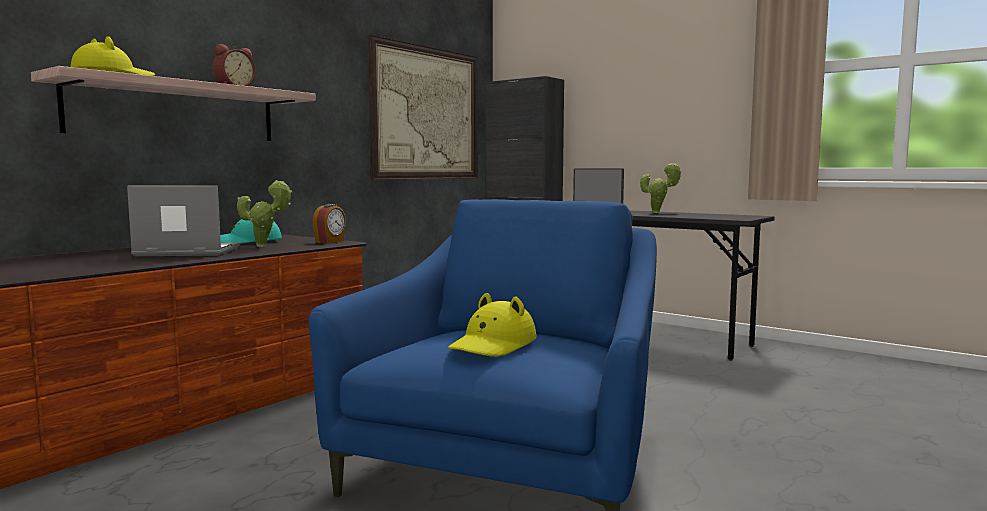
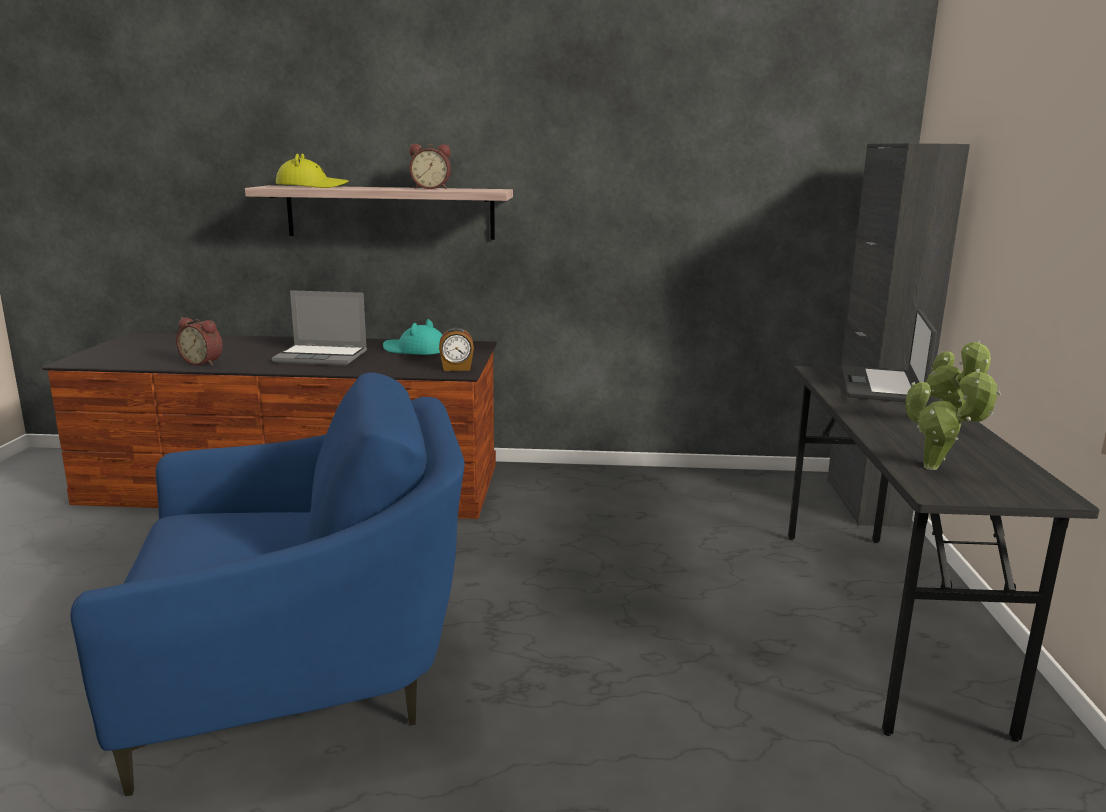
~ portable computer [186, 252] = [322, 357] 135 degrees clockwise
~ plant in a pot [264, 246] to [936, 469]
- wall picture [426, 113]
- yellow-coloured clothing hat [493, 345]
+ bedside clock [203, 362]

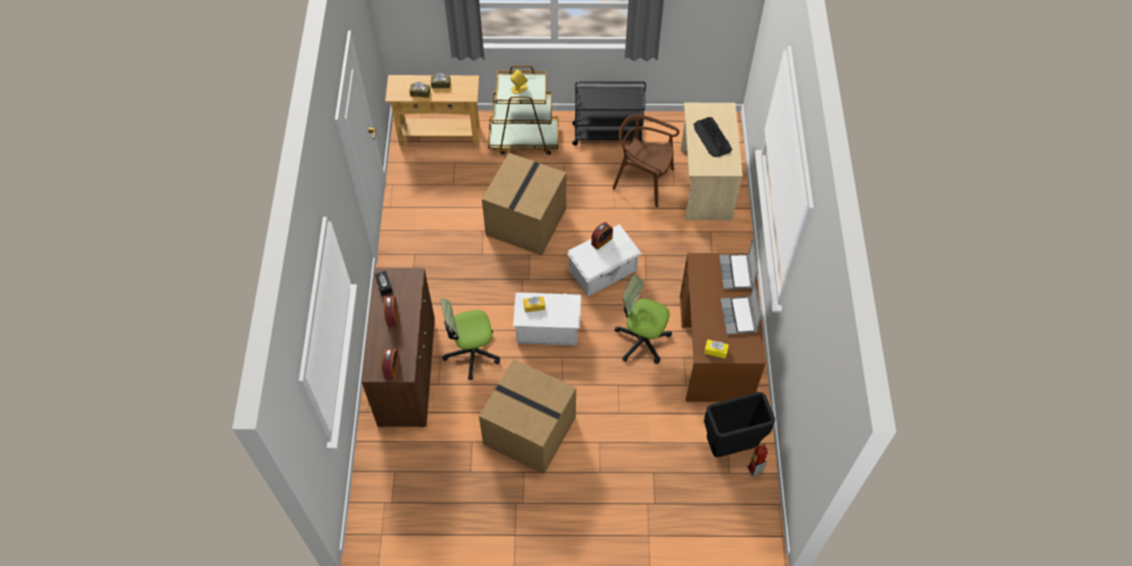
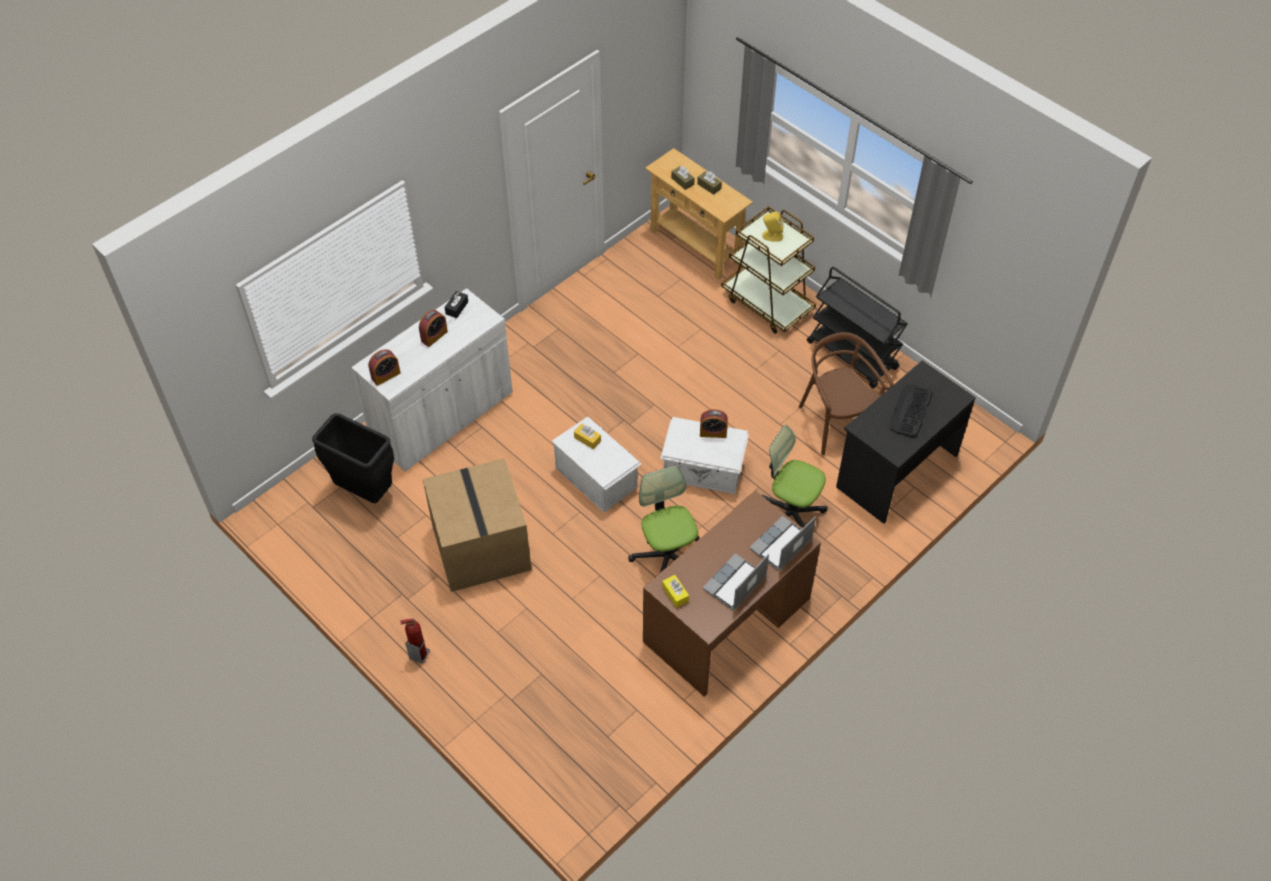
~ brown-coloured cupboard [407, 371] to white cupboard [442, 417]
~ desk chair [472, 352] to [790, 514]
- carton [525, 221]
~ sand-coloured desk [704, 184] to black desk [895, 470]
~ black rubbish bin [730, 446] to [364, 492]
~ extinguisher [754, 469] to [419, 654]

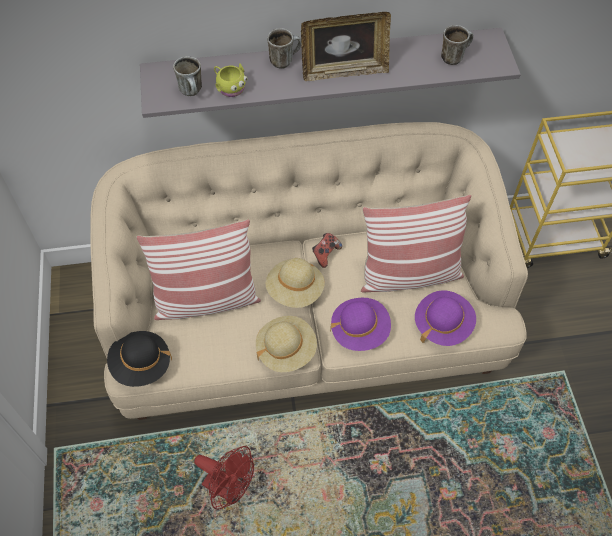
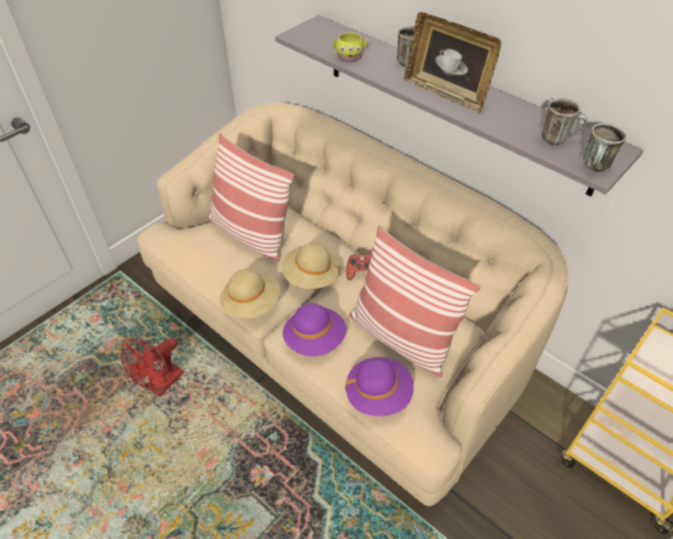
- black clothing hat [141, 365]
~ mug [193, 92] to [595, 168]
~ red fan [229, 488] = [161, 385] 45 degrees clockwise

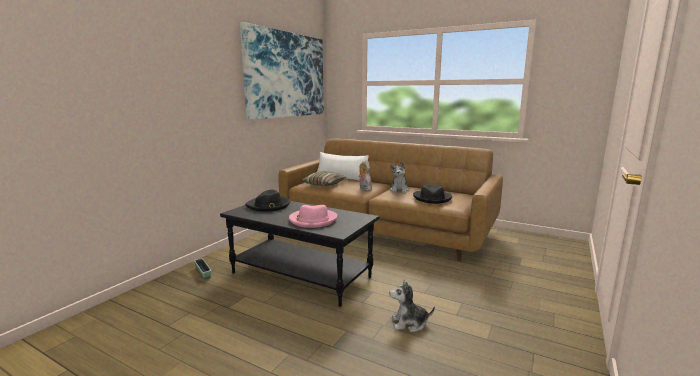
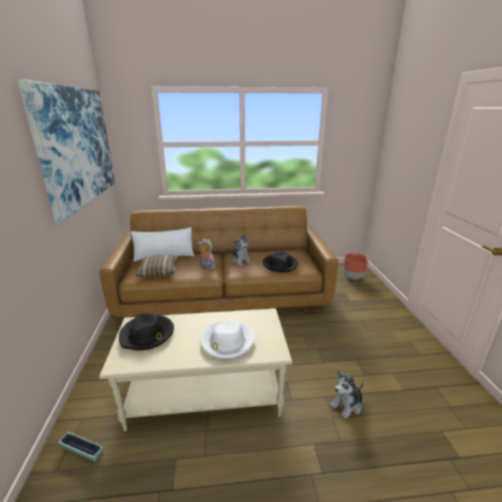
~ black coffee table [302, 275] to sand-coloured coffee table [205, 392]
~ pink clothing hat [312, 220] to white clothing hat [227, 341]
+ brown-coloured planter [353, 277]

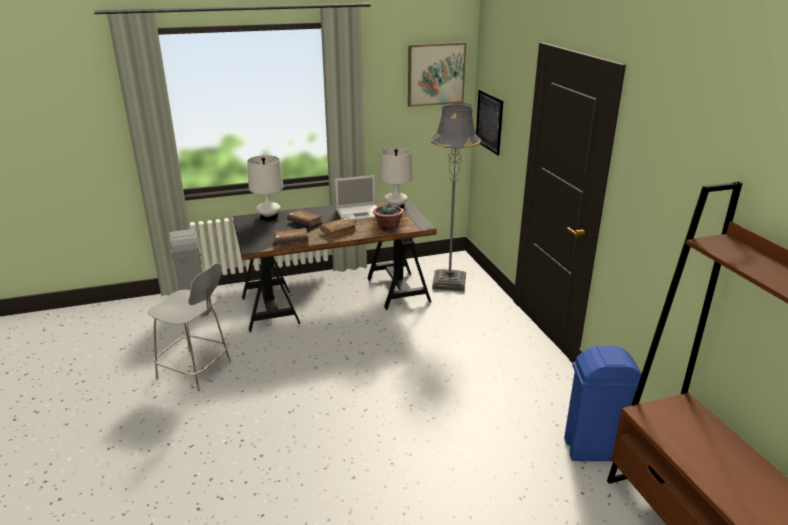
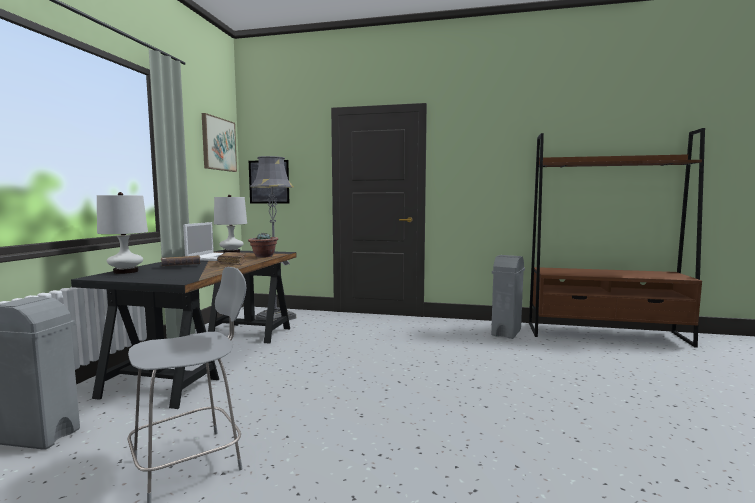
- brown-coloured bound book [291, 241]
~ bluish rubbish bin [594, 450] to gray rubbish bin [506, 332]

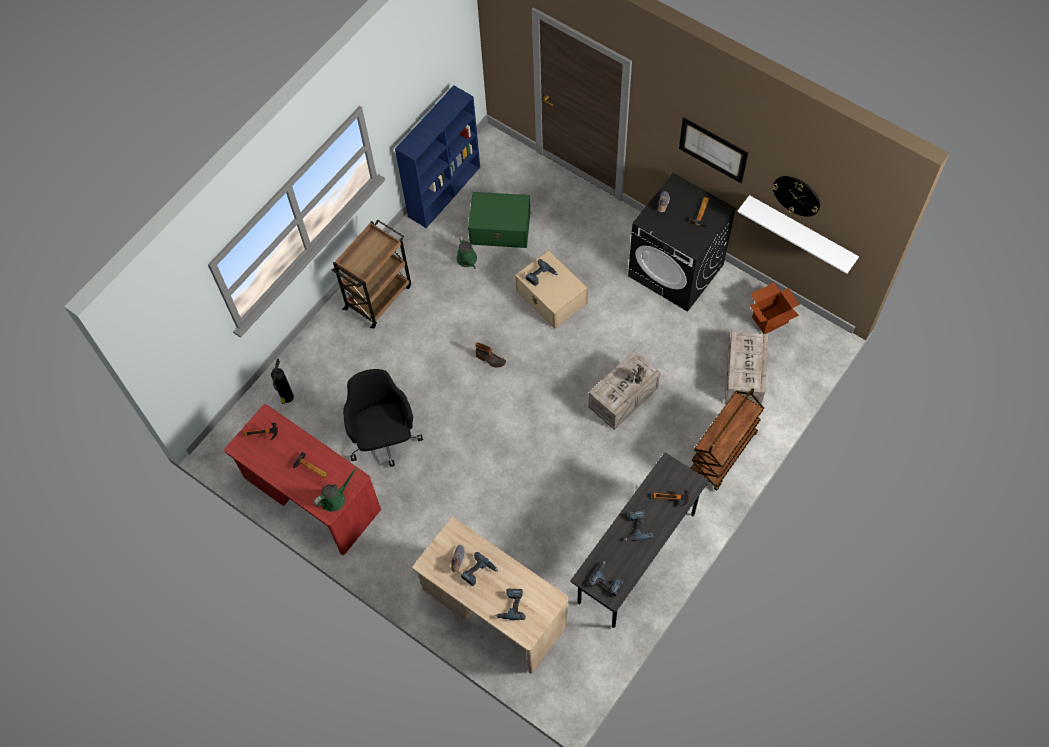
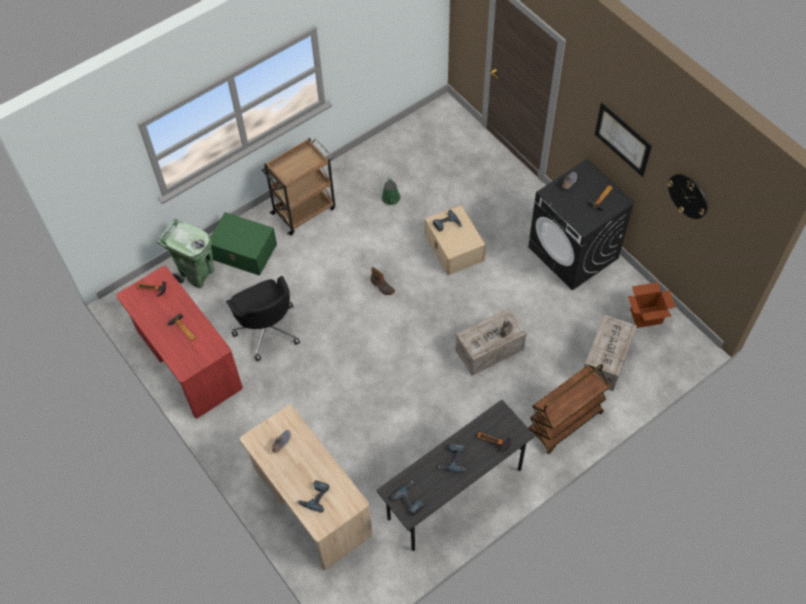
~ extinguisher [287, 398] to green rubbish bin [197, 274]
- green watering can [335, 498]
~ black desk chair [384, 438] = [267, 329] 150 degrees clockwise
- bluish shelving unit [444, 191]
- power drill [479, 572]
~ green storage bin [501, 228] to [244, 252]
- white bracket shelf [801, 232]

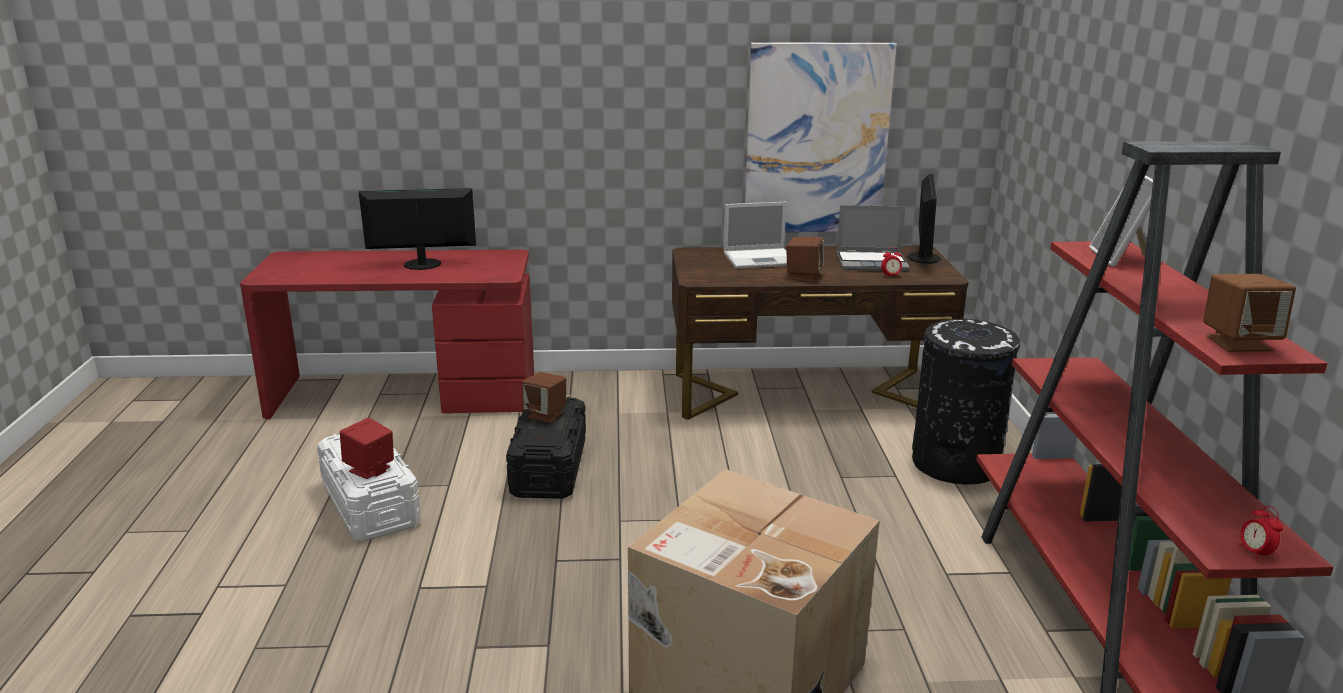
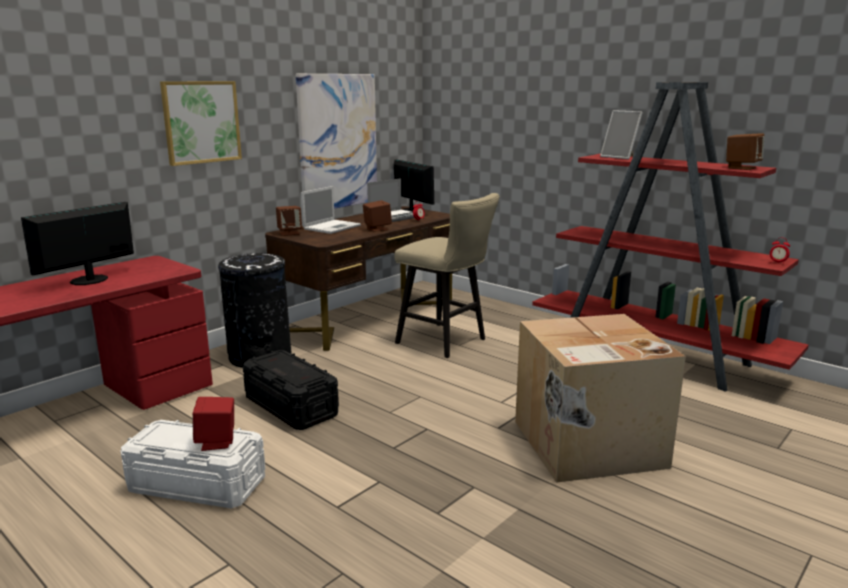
~ brown-coloured speaker [545, 415] to [289, 233]
~ black rubbish bin [955, 463] to [259, 356]
+ wall picture [201, 122]
+ sand-coloured stool [446, 342]

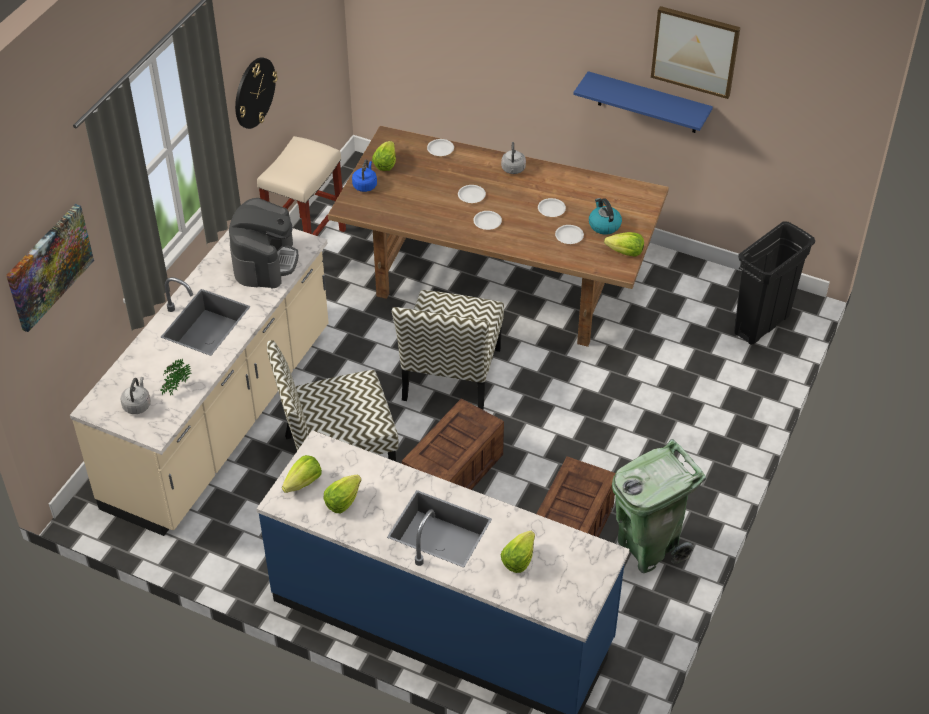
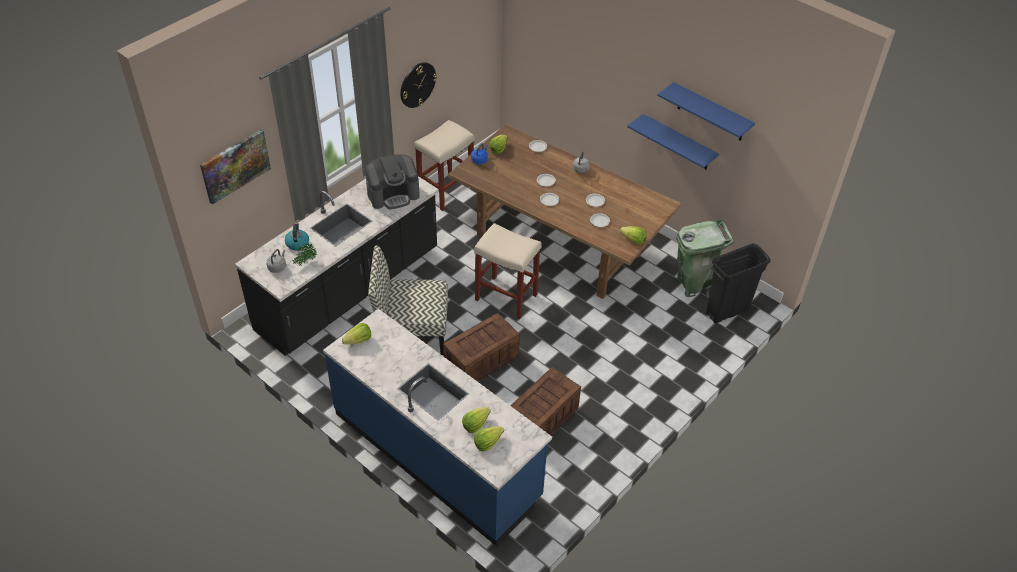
~ sand-coloured kitchen base unit [222, 418] to black kitchen base unit [349, 290]
~ coffee machine [265, 261] = [393, 194] 45 degrees clockwise
~ lettuce head [342, 501] to [487, 443]
~ upright chair [451, 375] to sand-coloured stool [505, 297]
~ tea kettle [604, 225] to [297, 243]
~ green rubbish bin [648, 547] to [694, 284]
~ wall picture [695, 51] to bluish bracket shelf [711, 113]

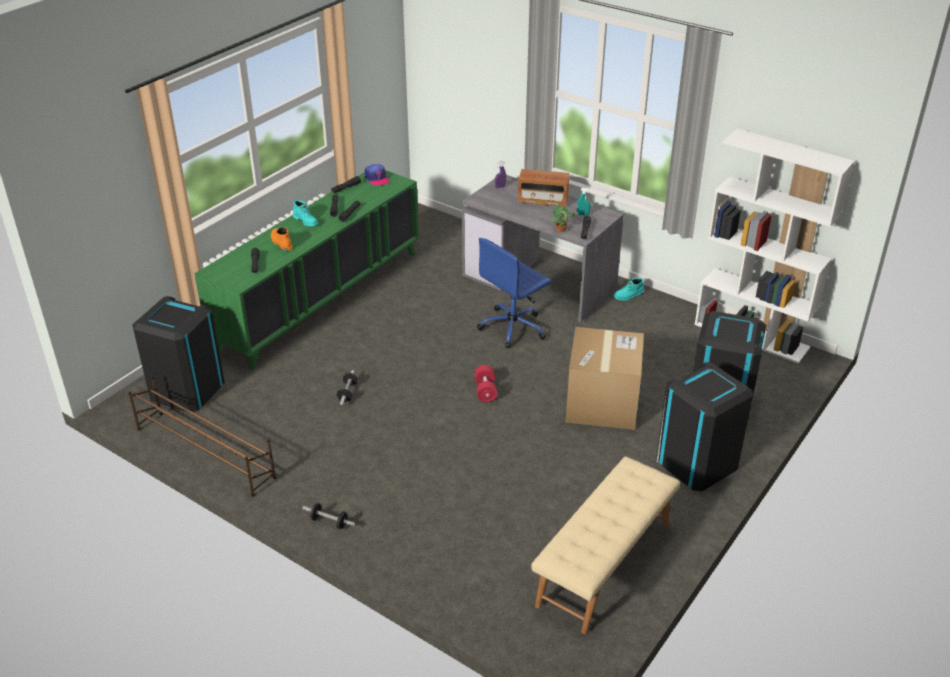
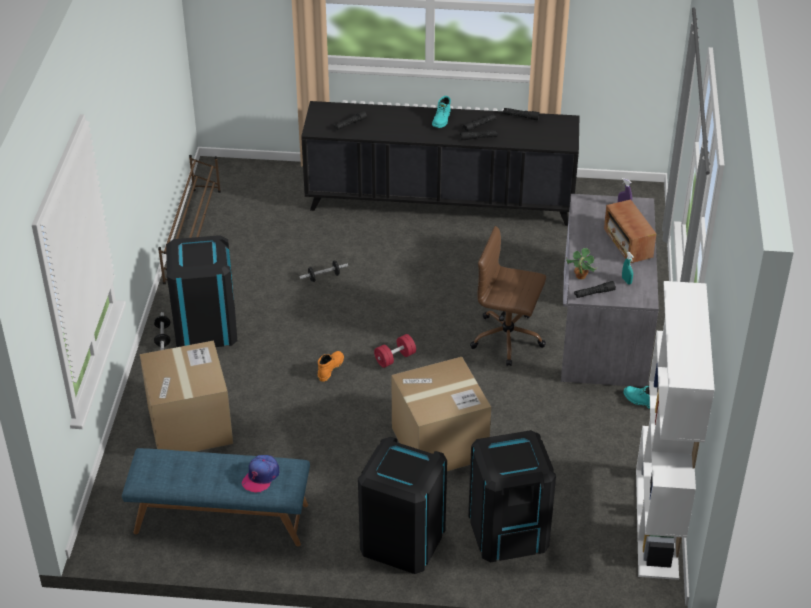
~ black rubbish bin [187, 389] to [205, 327]
~ green cupboard [320, 300] to black cupboard [440, 202]
~ orange tall boot [281, 243] to [330, 368]
~ baseball cap [377, 178] to [261, 476]
~ bluish desk chair [513, 327] to brown-coloured desk chair [508, 339]
~ sand-coloured long seat [605, 564] to bluish long seat [221, 519]
+ carton [190, 425]

